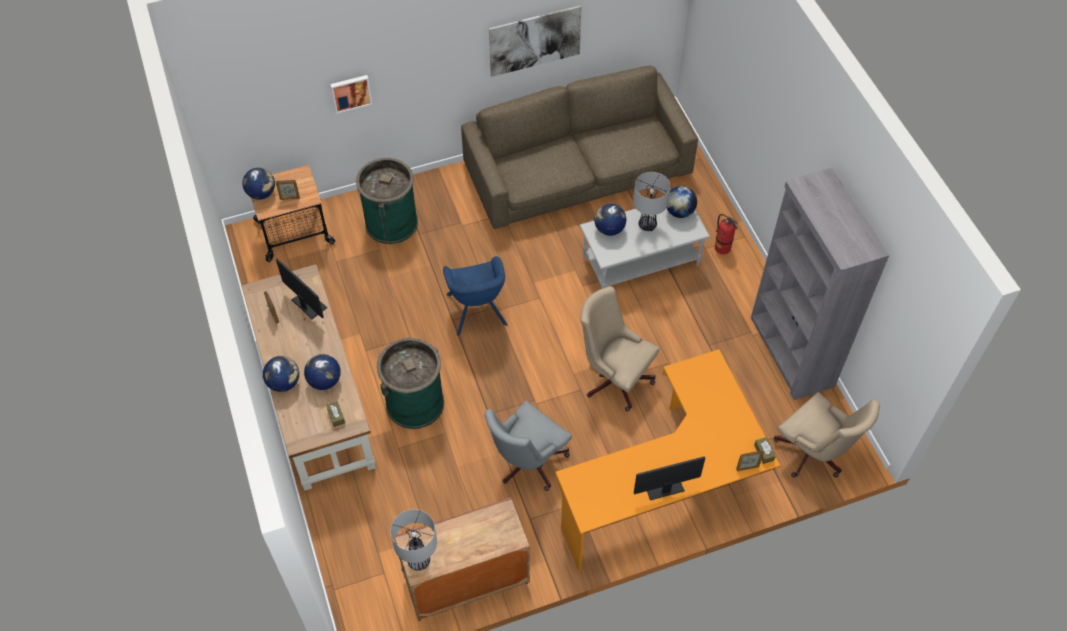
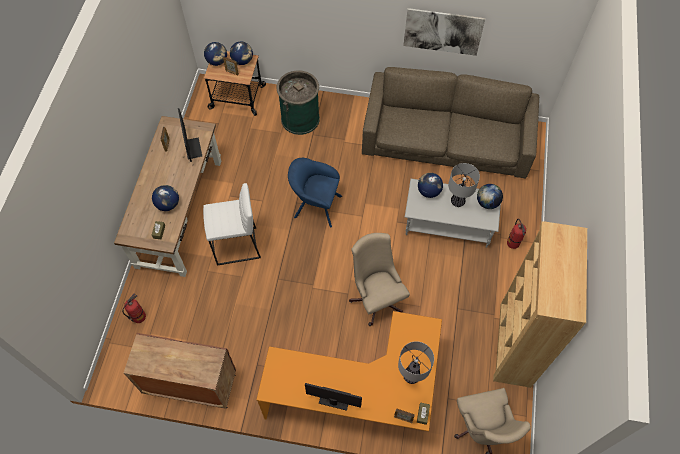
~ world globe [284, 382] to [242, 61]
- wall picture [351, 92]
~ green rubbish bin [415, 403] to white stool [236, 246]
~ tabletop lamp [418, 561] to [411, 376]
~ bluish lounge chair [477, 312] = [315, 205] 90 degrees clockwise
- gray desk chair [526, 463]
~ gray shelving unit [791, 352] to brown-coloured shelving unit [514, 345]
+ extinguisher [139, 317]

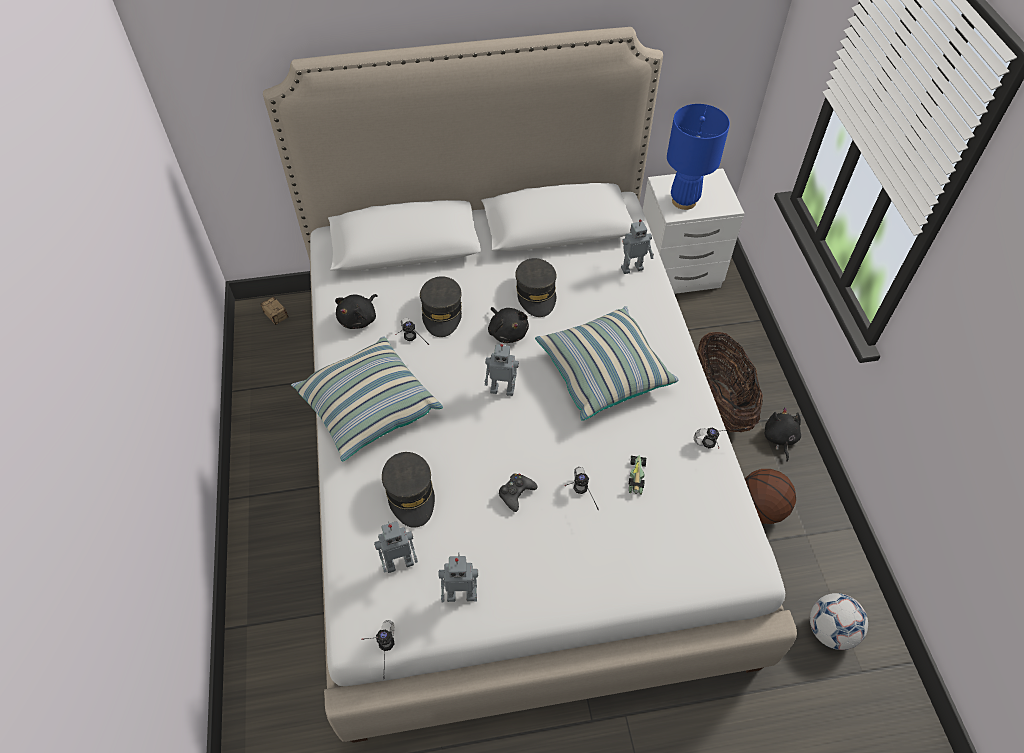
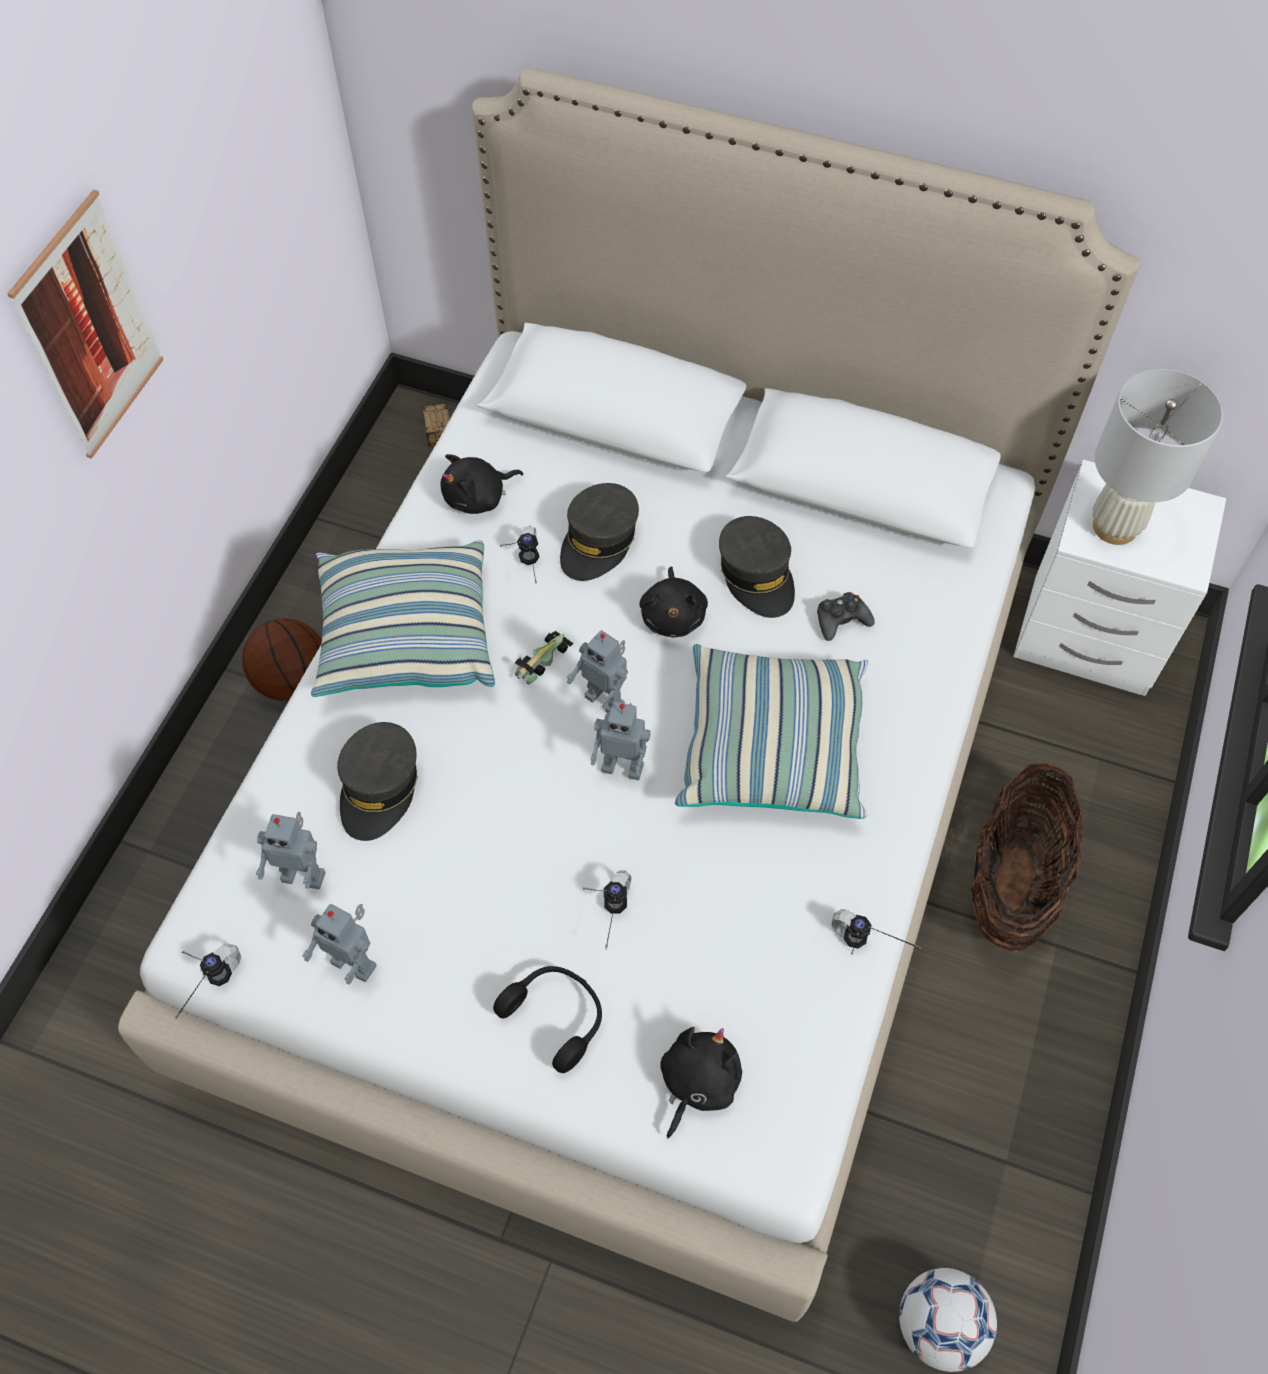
~ black joypad [516, 493] to [841, 620]
~ gray baseball cap [536, 293] = [757, 575] 45 degrees counterclockwise
~ robot figure [631, 267] to [623, 766]
~ miniature car [636, 476] to [542, 660]
~ bluish tabletop lamp [684, 201] to white tabletop lamp [1114, 527]
~ basketball ball [761, 508] to [293, 681]
~ black soft toy [779, 438] to [697, 1083]
+ wall picture [90, 328]
+ black headphones [556, 1016]

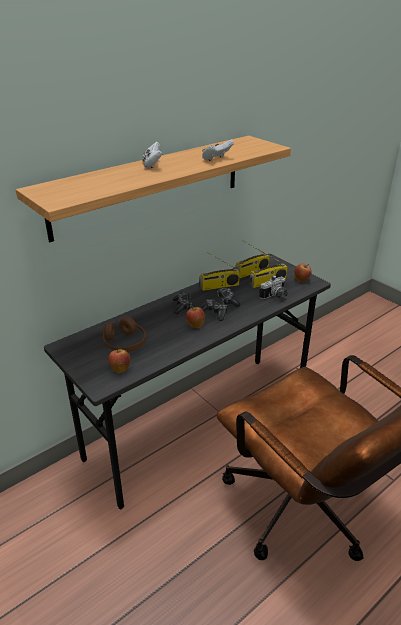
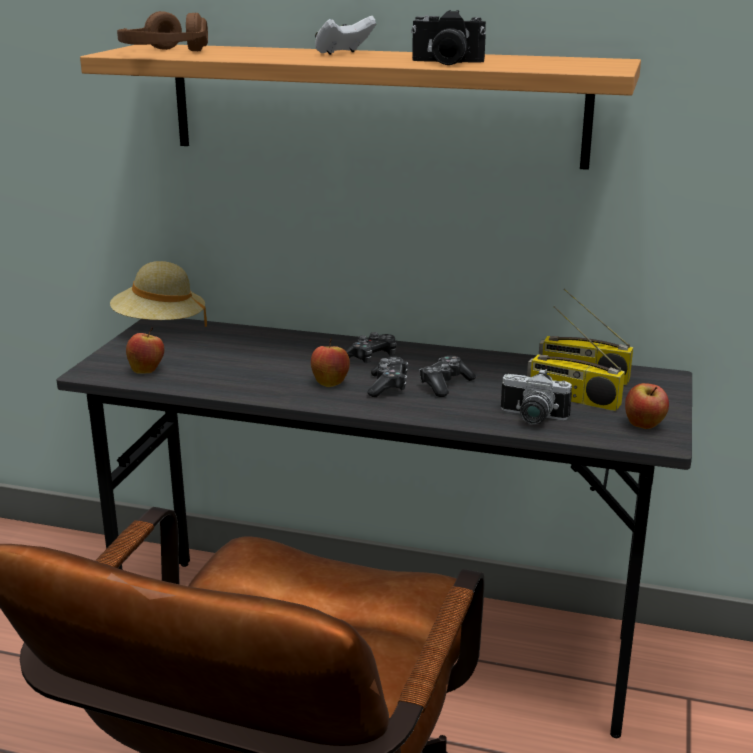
~ brown-coloured headphones [124, 343] to [164, 53]
- radio [219, 286]
~ white joypad [216, 159] to still camera [446, 63]
+ sand-coloured clothing hat [160, 326]

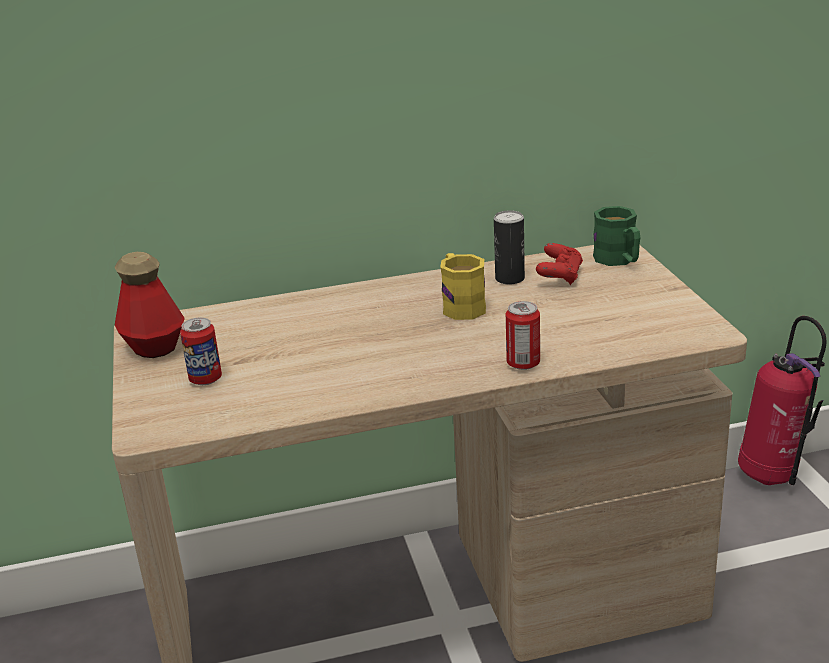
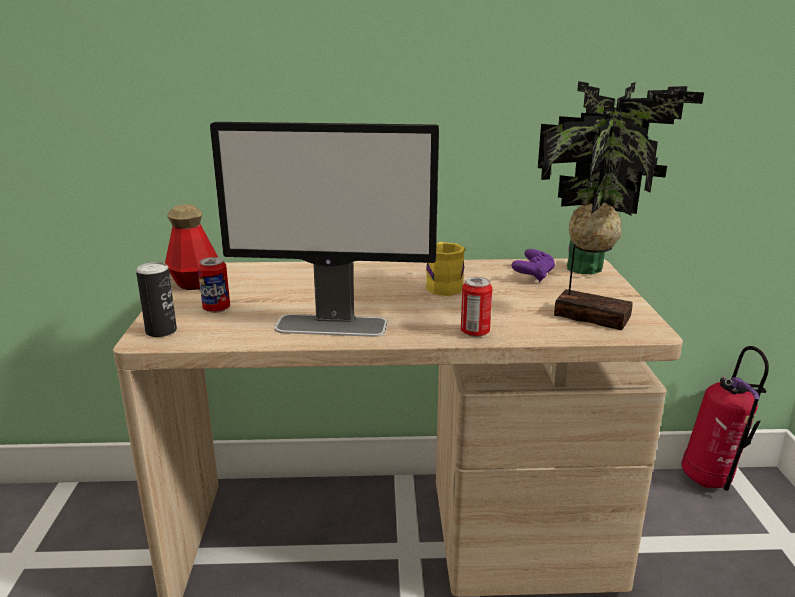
~ sealed can [509, 278] to [161, 331]
~ red joypad [560, 276] to purple-coloured joypad [533, 275]
+ monitor [332, 325]
+ plant in a pot [591, 315]

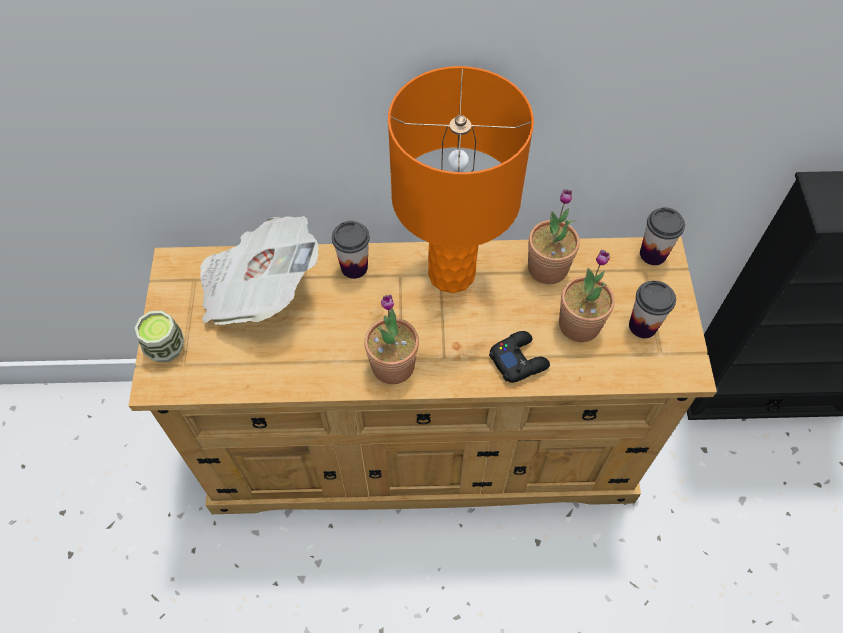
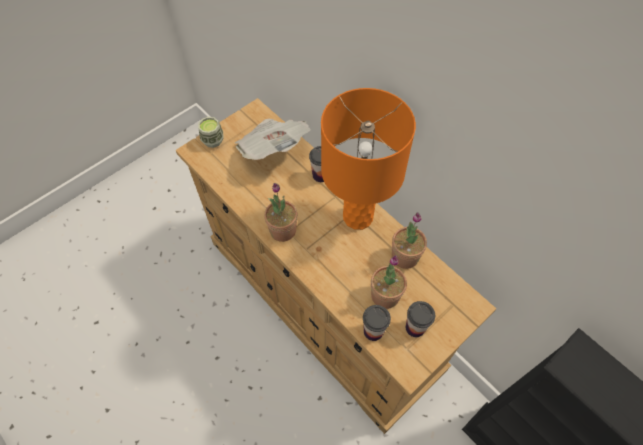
- black joypad [518, 360]
~ cup [653, 254] to [373, 331]

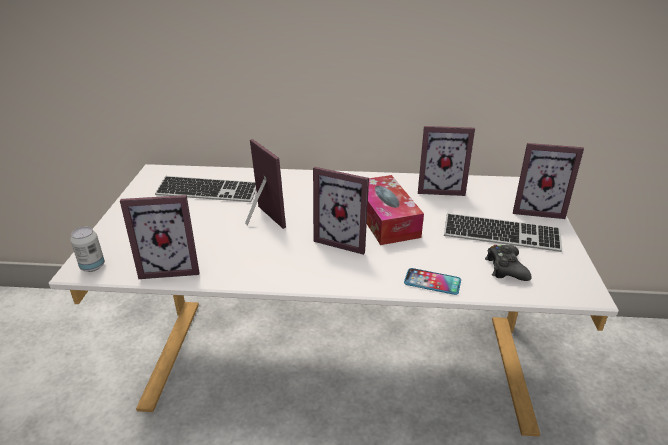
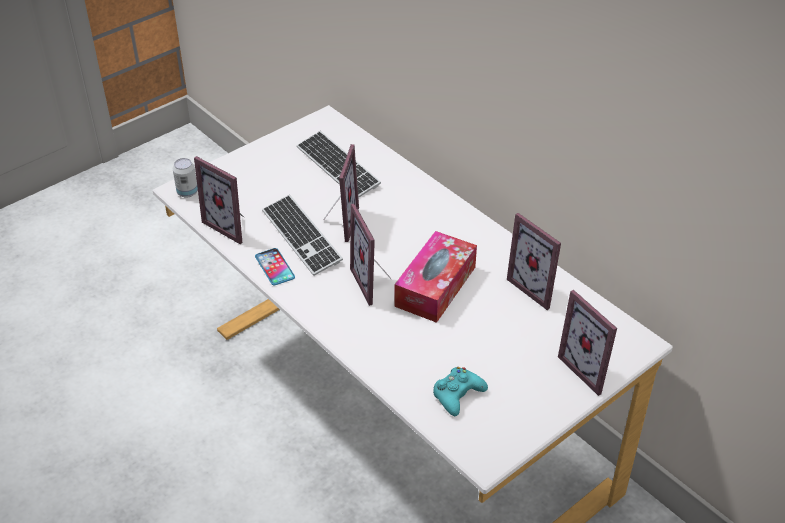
~ telephone [432, 282] to [274, 267]
~ keyboard [501, 235] to [301, 237]
~ black joypad [506, 268] to blue-green joypad [457, 395]

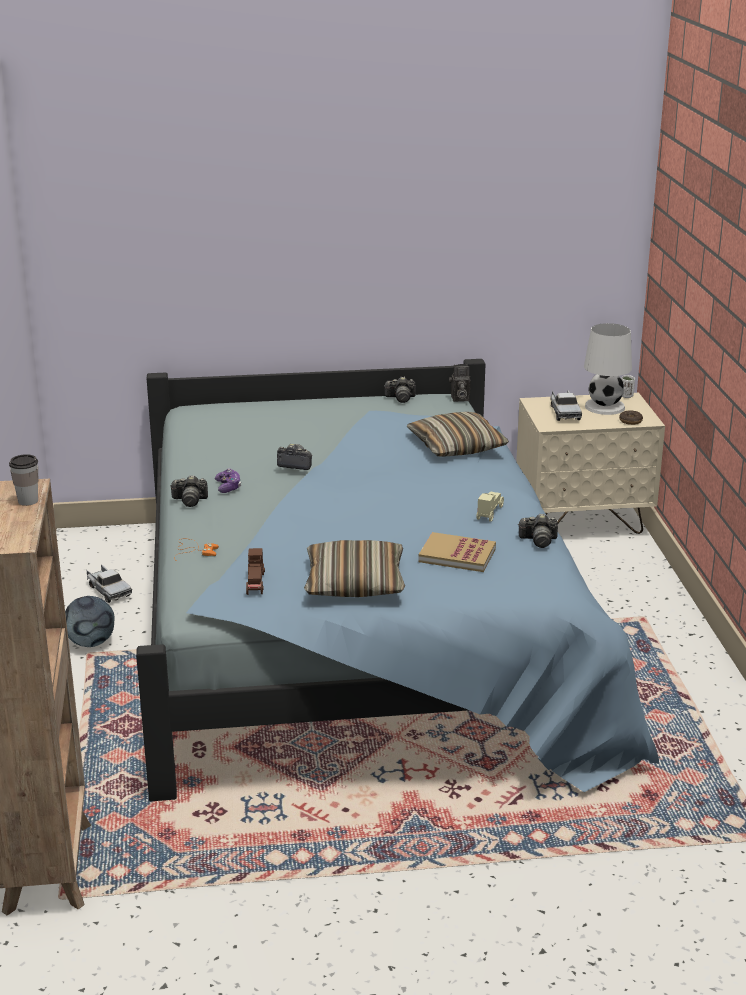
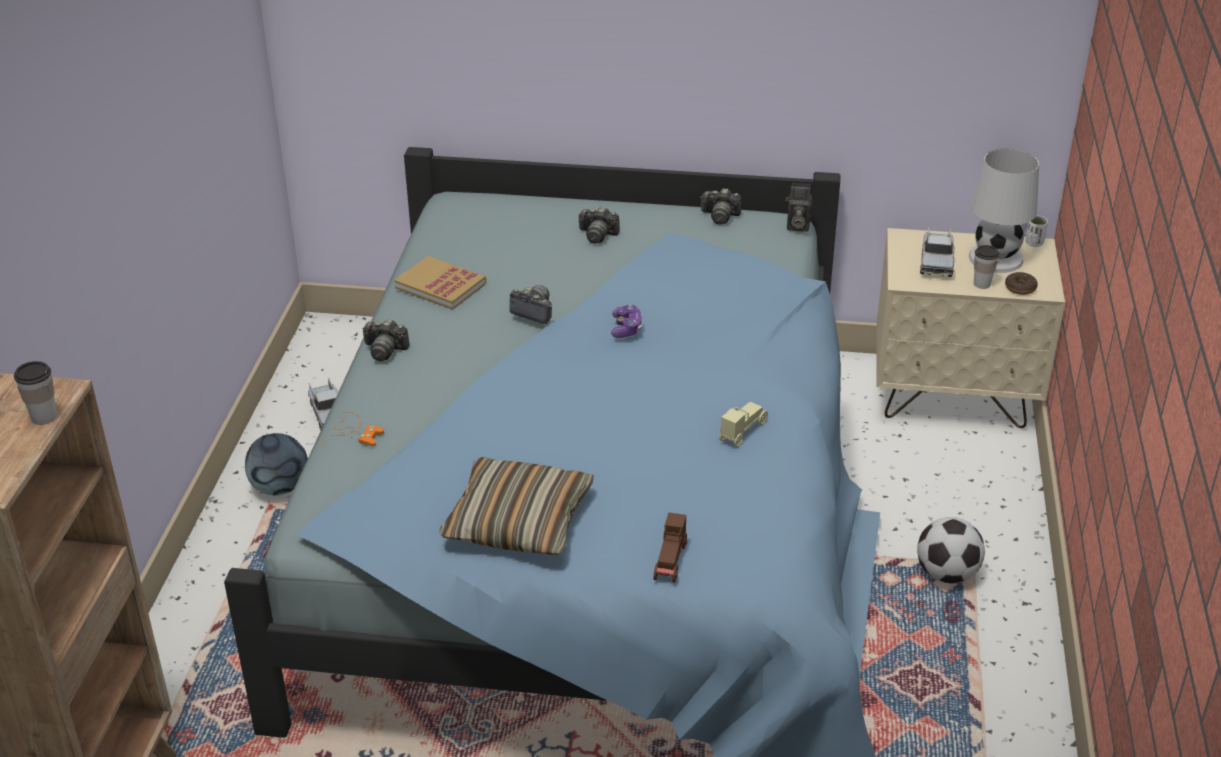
~ joypad [228, 487] to [626, 328]
~ brown-coloured miniature car [256, 584] to [671, 562]
- pillow [456, 446]
~ bound book [457, 555] to [440, 286]
~ still camera [538, 540] to [597, 235]
+ football ball [946, 574]
+ cup [982, 284]

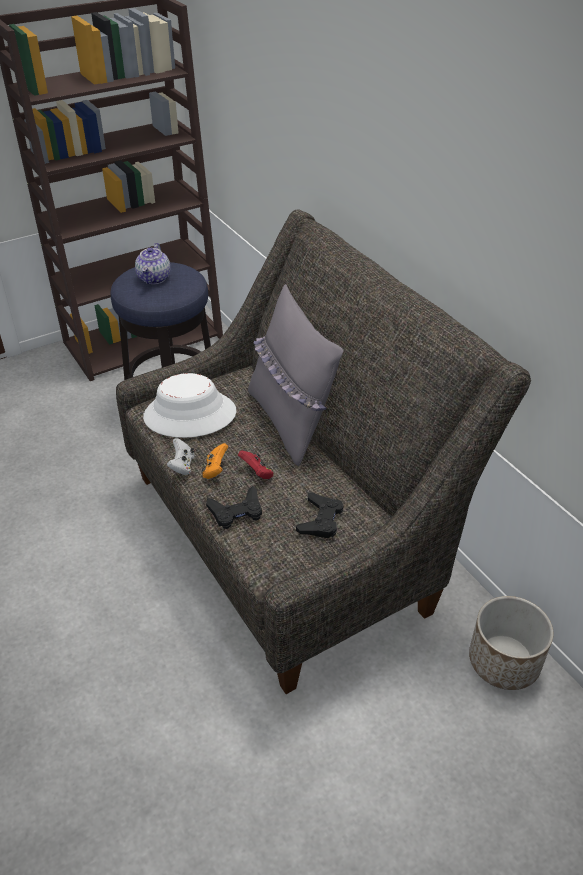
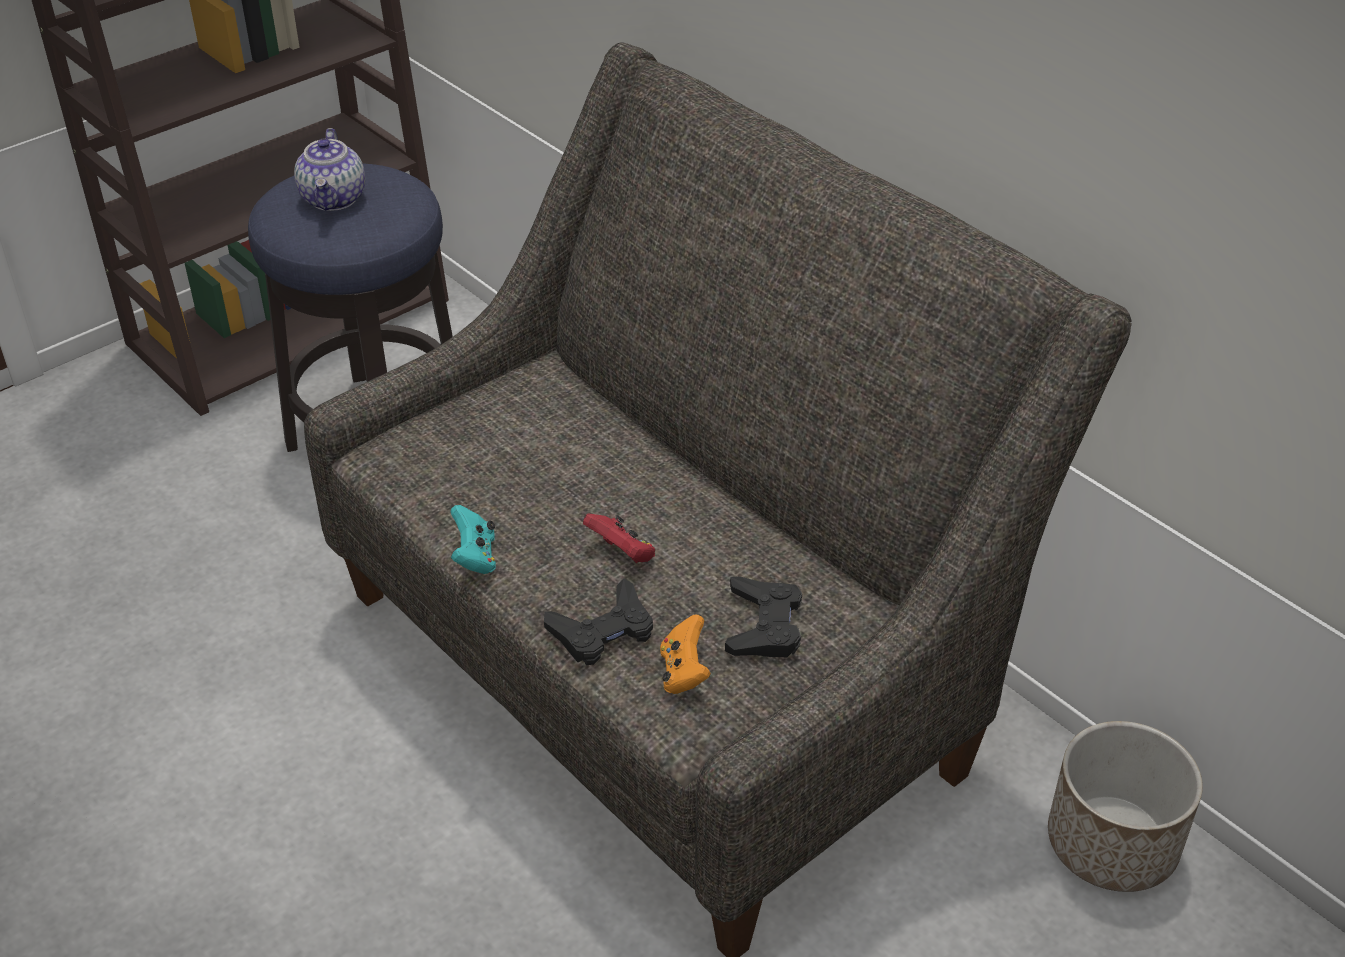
- white clothing hat [190, 415]
~ white joypad [182, 466] to blue-green joypad [475, 557]
~ orange joypad [215, 470] to [683, 672]
- gray pillow [291, 422]

